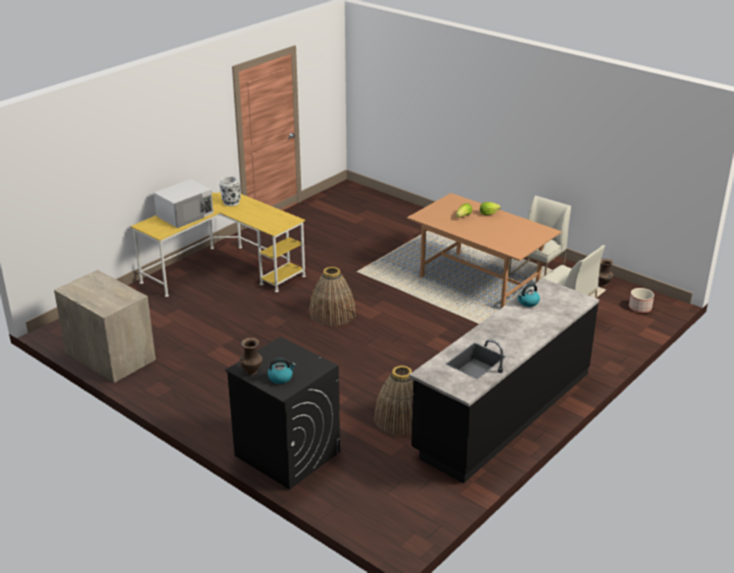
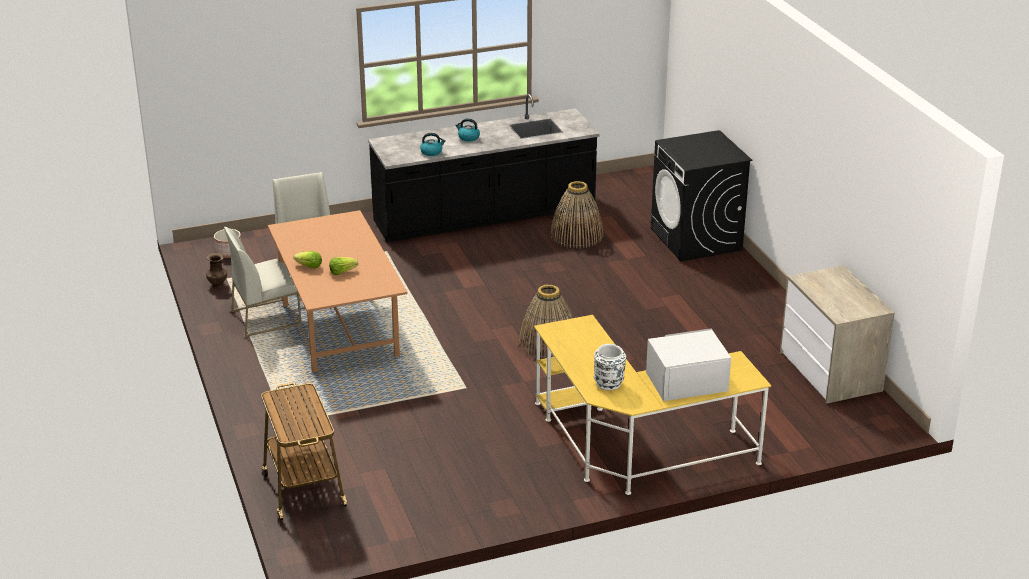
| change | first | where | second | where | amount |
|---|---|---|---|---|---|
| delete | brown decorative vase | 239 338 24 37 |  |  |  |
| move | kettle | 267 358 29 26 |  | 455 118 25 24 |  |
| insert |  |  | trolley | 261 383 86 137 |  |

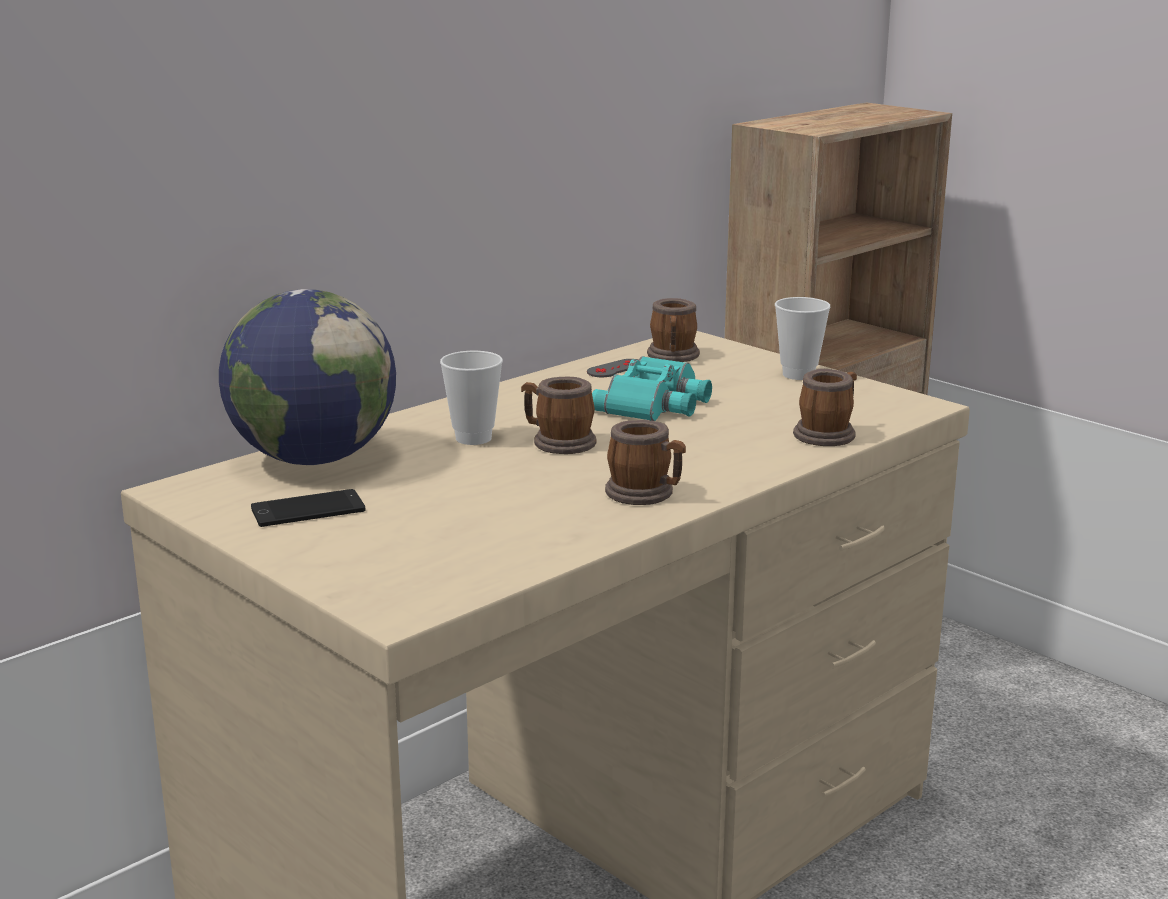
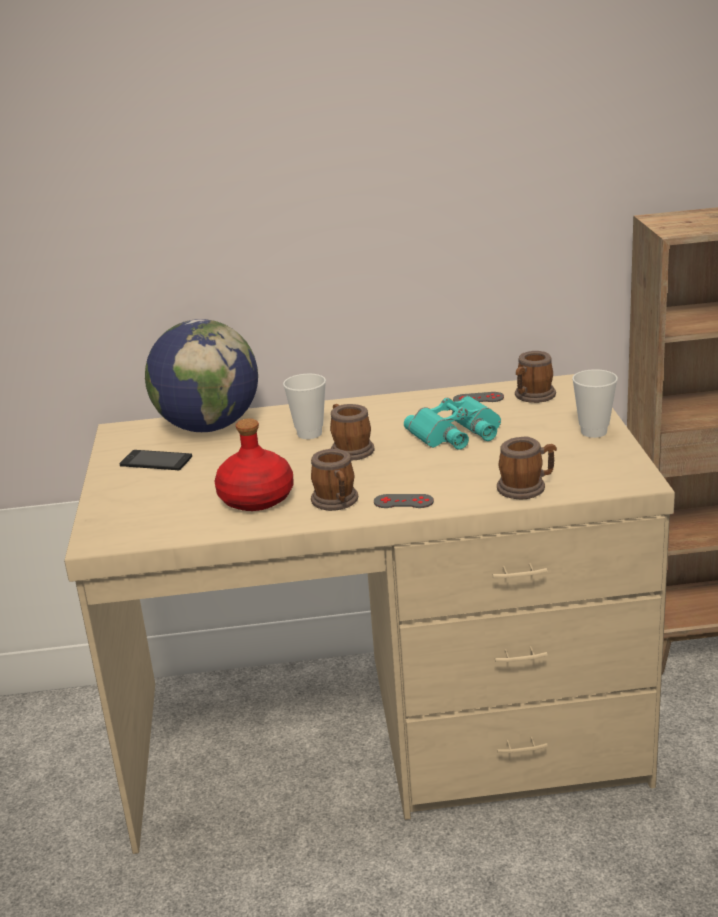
| change | first | where | second | where | amount |
|---|---|---|---|---|---|
| insert |  |  | reddish bottle | 214 419 80 92 |  |
| insert |  |  | grey game controller | 374 494 60 14 |  |

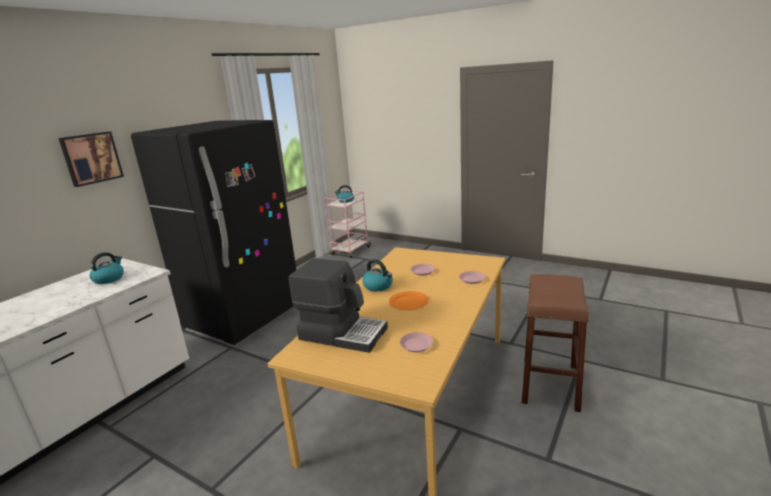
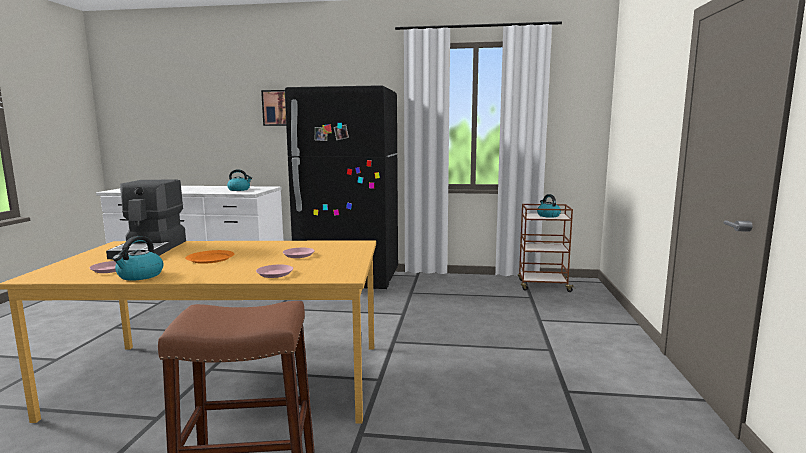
| change | first | where | second | where | amount |
|---|---|---|---|---|---|
| recolor | pinkish trolley | 325 190 46 68 | brown trolley | 518 204 57 88 |  |
| move | kettle | 362 259 31 33 |  | 113 236 50 45 |  |

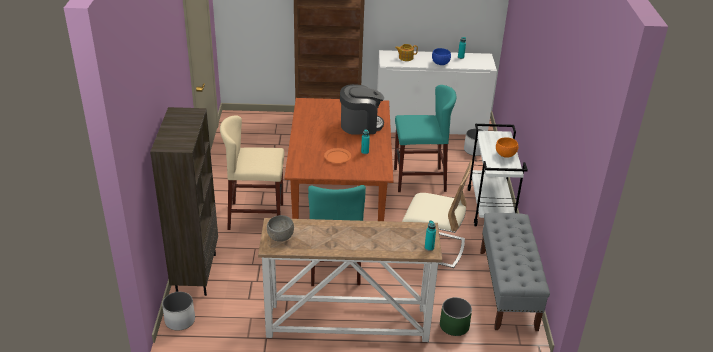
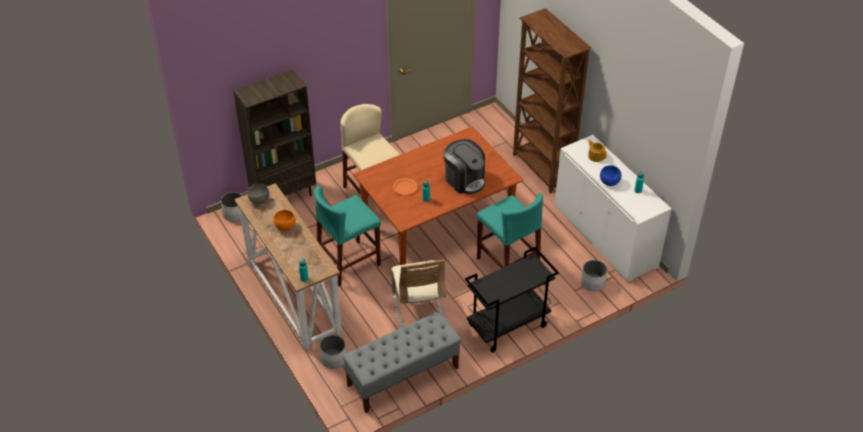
| change | first | where | second | where | amount |
|---|---|---|---|---|---|
| recolor | white-coloured trolley | 468 124 60 102 | black trolley | 465 247 94 105 |  |
| move | orange-coloured deep dish | 496 137 22 21 |  | 273 210 23 21 |  |
| recolor | green planter | 440 297 32 39 | white-coloured planter | 319 335 27 34 |  |

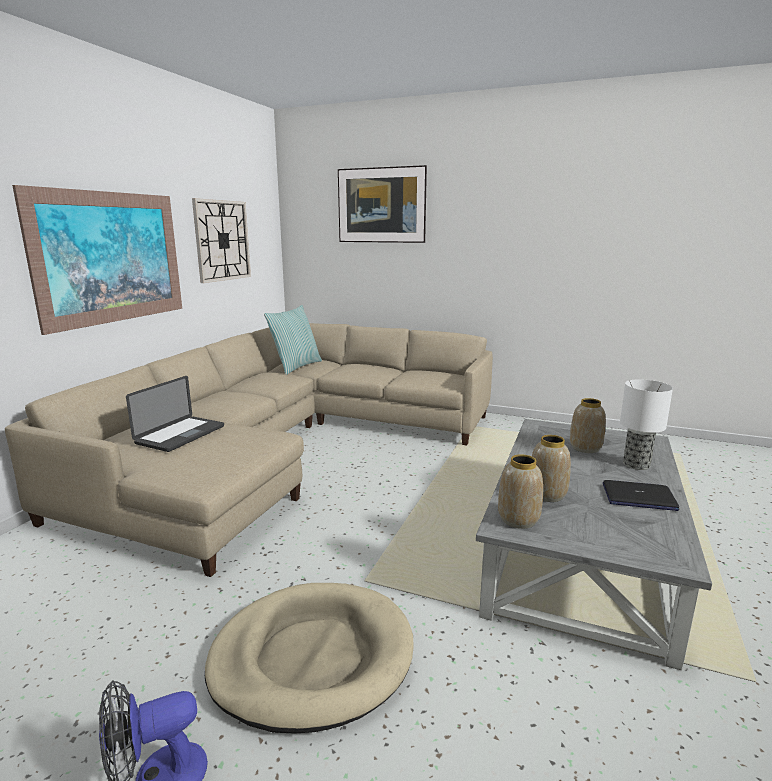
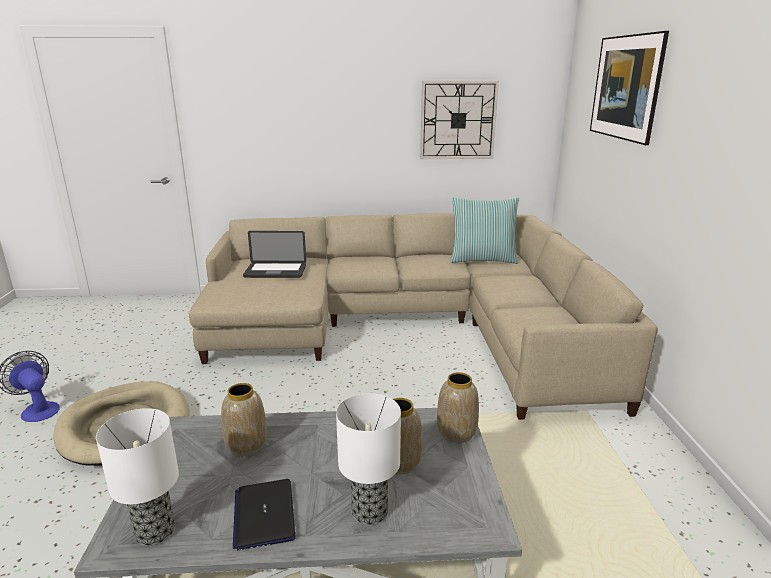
| change | first | where | second | where | amount |
|---|---|---|---|---|---|
| delete | wall art | 12 185 170 150 |  |  |  |
| move | decorative vase | 498 454 45 75 |  | 437 372 42 71 |  |
| insert |  |  | table lamp | 96 408 83 138 |  |

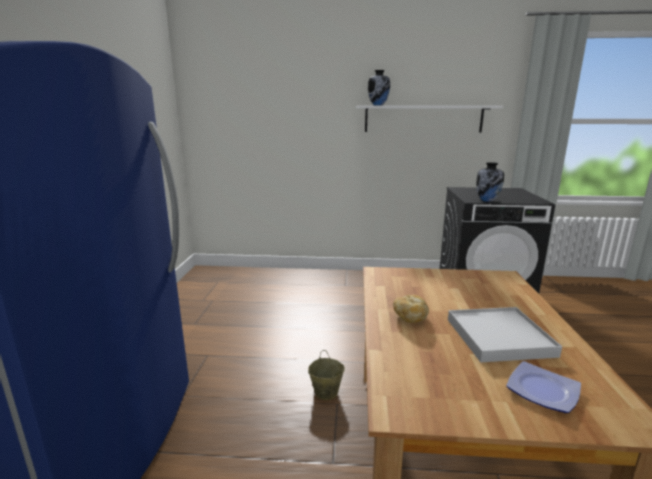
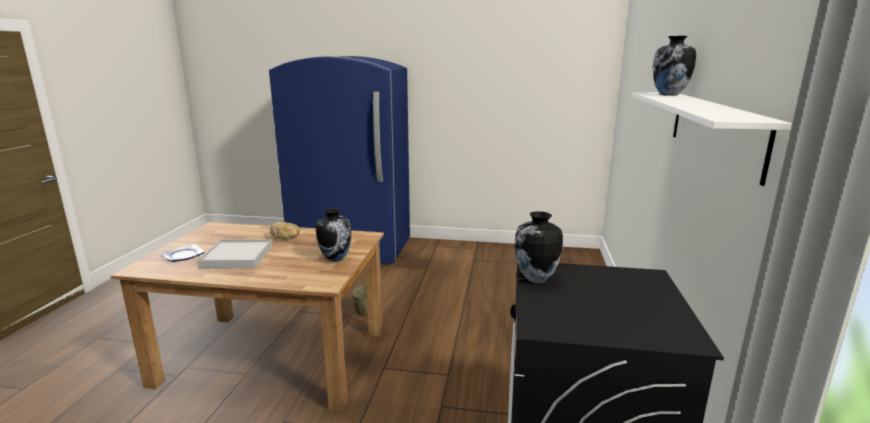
| change | first | where | second | where | amount |
|---|---|---|---|---|---|
| insert |  |  | decorative vase | 316 208 36 54 |  |

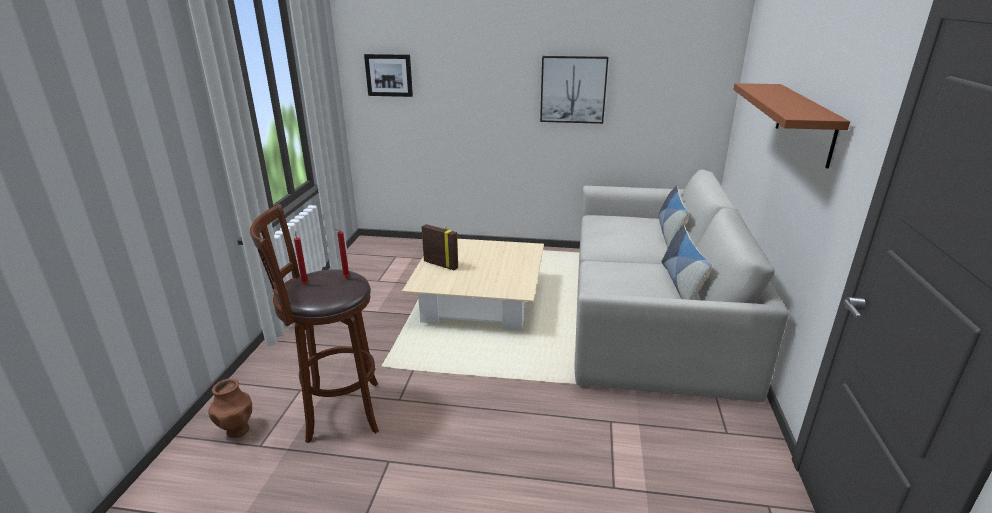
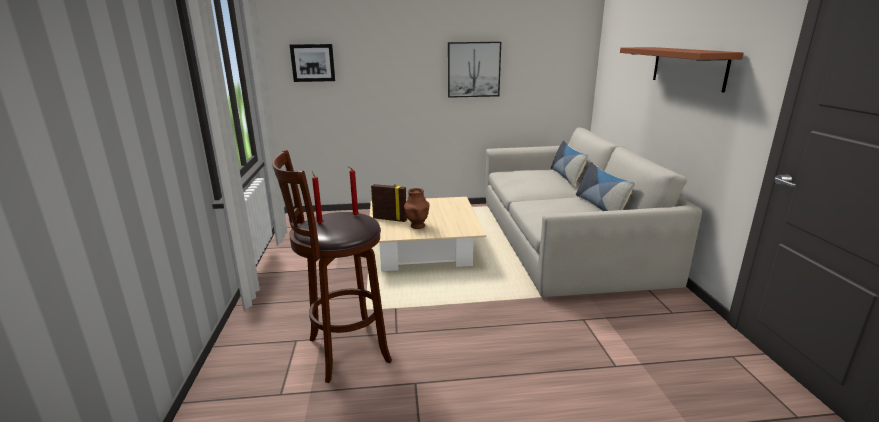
| change | first | where | second | where | amount |
|---|---|---|---|---|---|
| move | brown decorative vase | 208 379 44 59 |  | 404 188 26 41 |  |

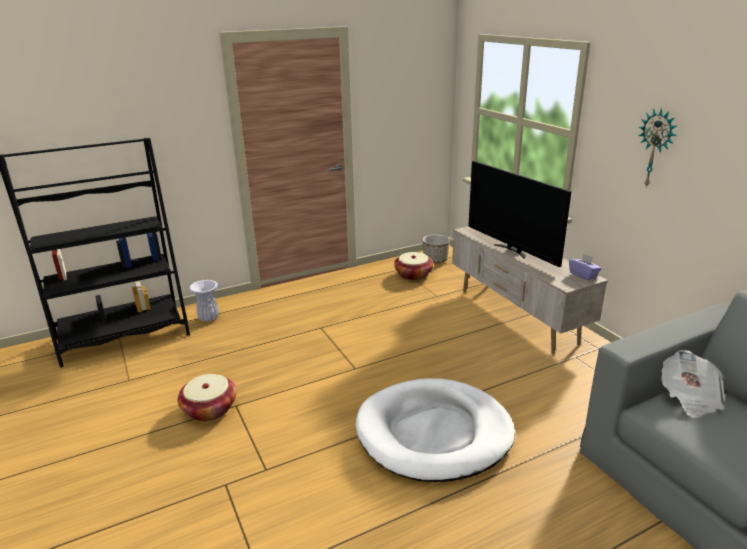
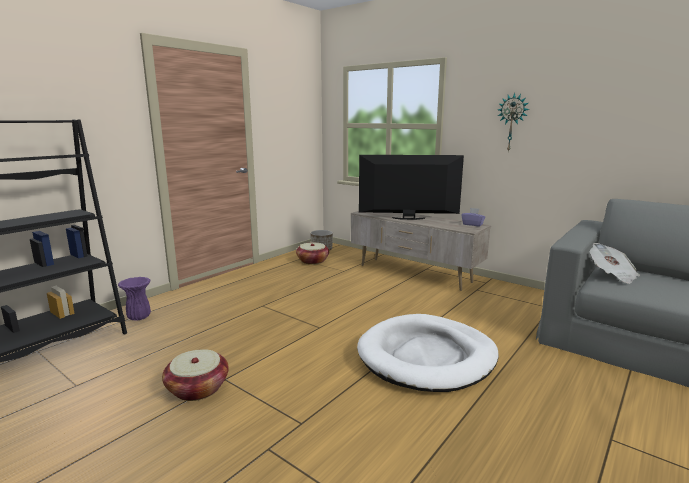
| change | first | where | second | where | amount |
|---|---|---|---|---|---|
| rotate | TV set | 468 161 104 106 |  | 359 155 105 65 | 150 degrees clockwise |
| recolor | white-coloured decorative vase | 189 280 30 42 | purple decorative vase | 118 277 33 43 |  |

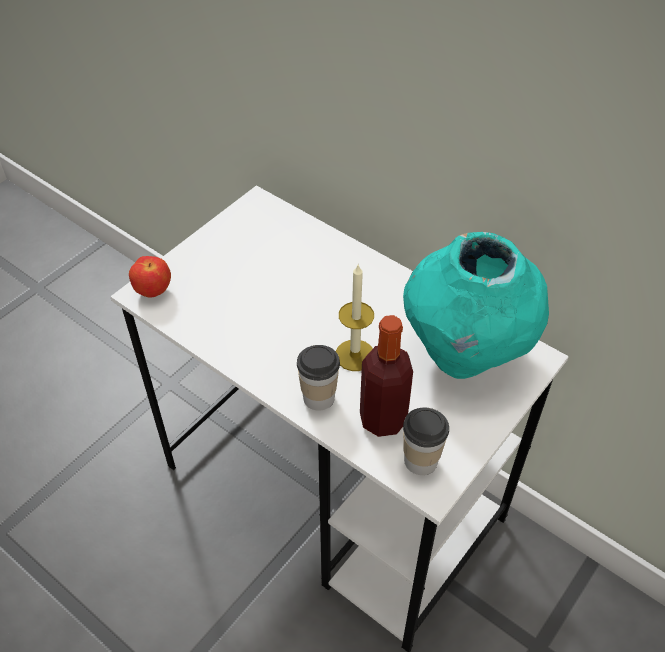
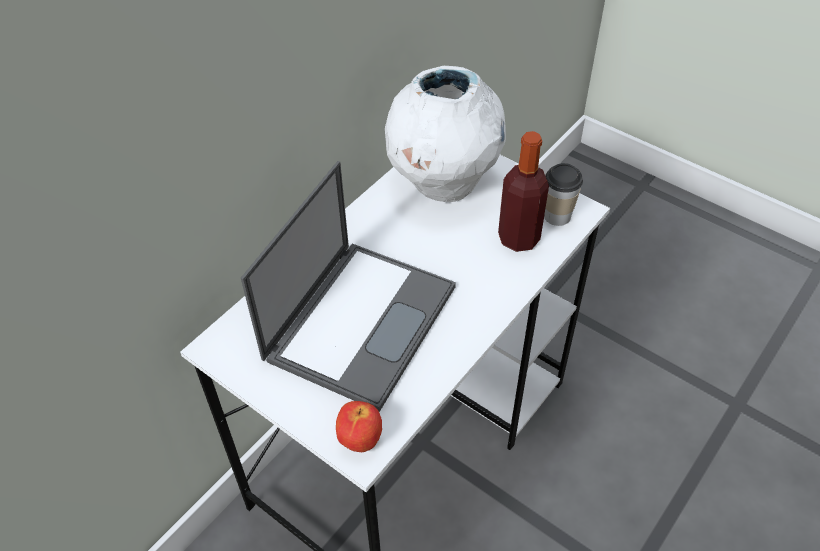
| change | first | where | second | where | amount |
|---|---|---|---|---|---|
| recolor | blue-green decorative vase | 403 232 146 147 | white-coloured decorative vase | 385 66 121 136 |  |
| delete | wax candle | 336 263 38 108 |  |  |  |
| delete | drinking cup | 297 345 43 66 |  |  |  |
| insert |  |  | laptop | 241 161 215 251 |  |

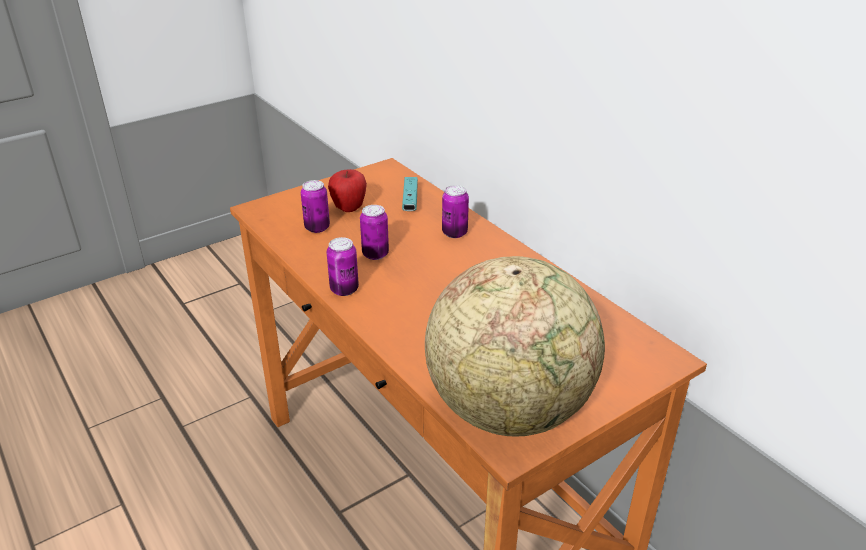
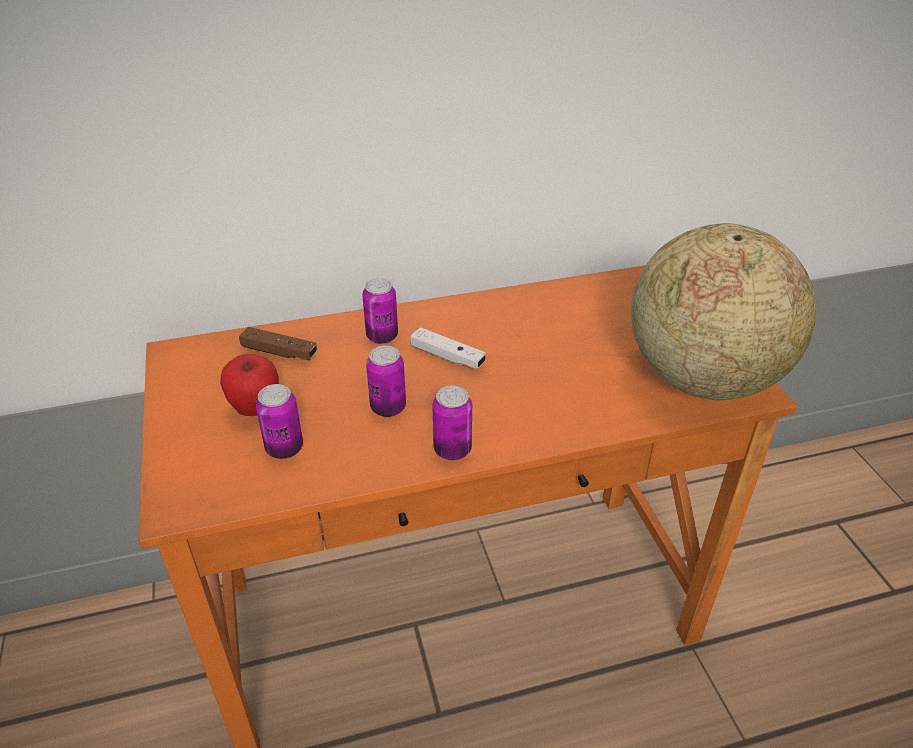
| change | first | where | second | where | amount |
|---|---|---|---|---|---|
| recolor | blue-green game controller | 402 177 16 34 | brown game controller | 239 327 78 33 |  |
| insert |  |  | white-coloured game controller | 410 327 76 42 |  |

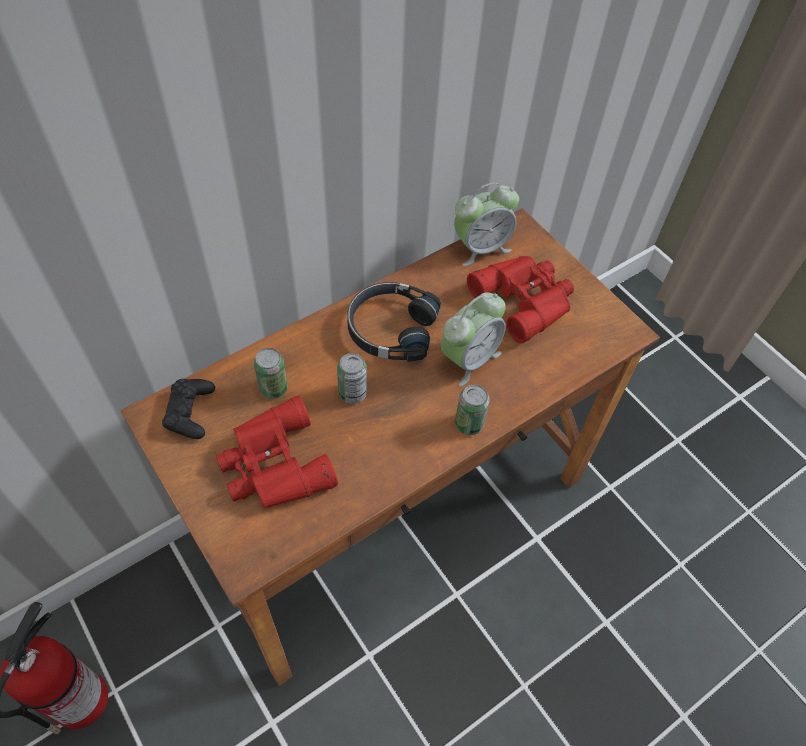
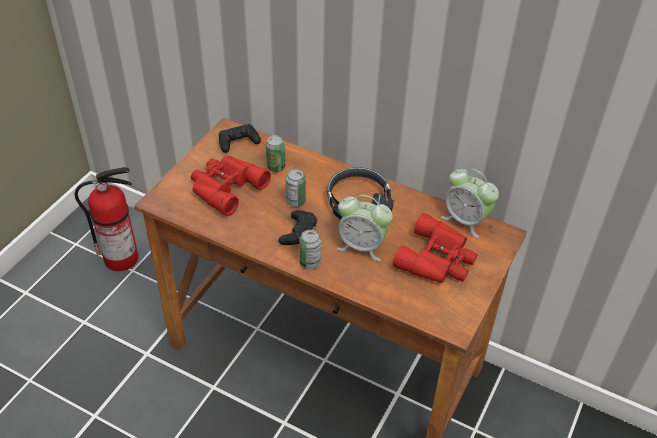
| change | first | where | second | where | amount |
|---|---|---|---|---|---|
| insert |  |  | black game controller | 278 210 39 35 |  |

